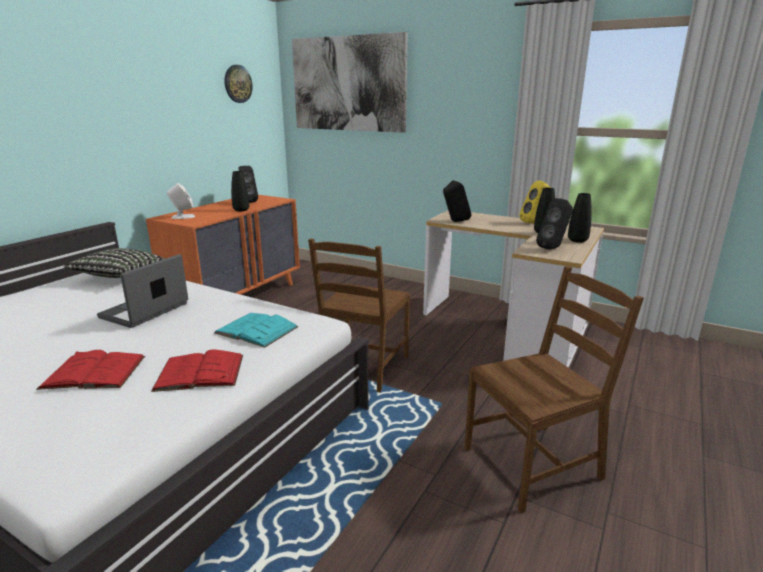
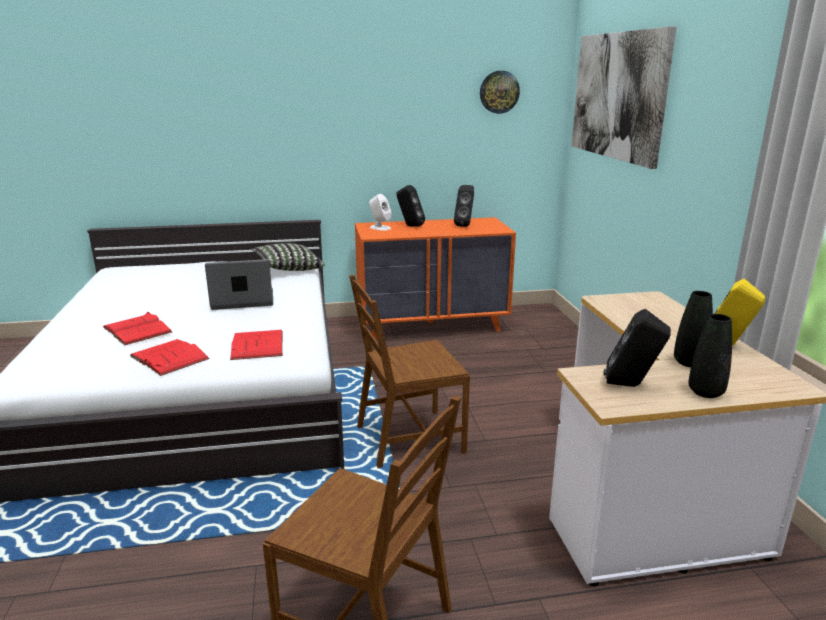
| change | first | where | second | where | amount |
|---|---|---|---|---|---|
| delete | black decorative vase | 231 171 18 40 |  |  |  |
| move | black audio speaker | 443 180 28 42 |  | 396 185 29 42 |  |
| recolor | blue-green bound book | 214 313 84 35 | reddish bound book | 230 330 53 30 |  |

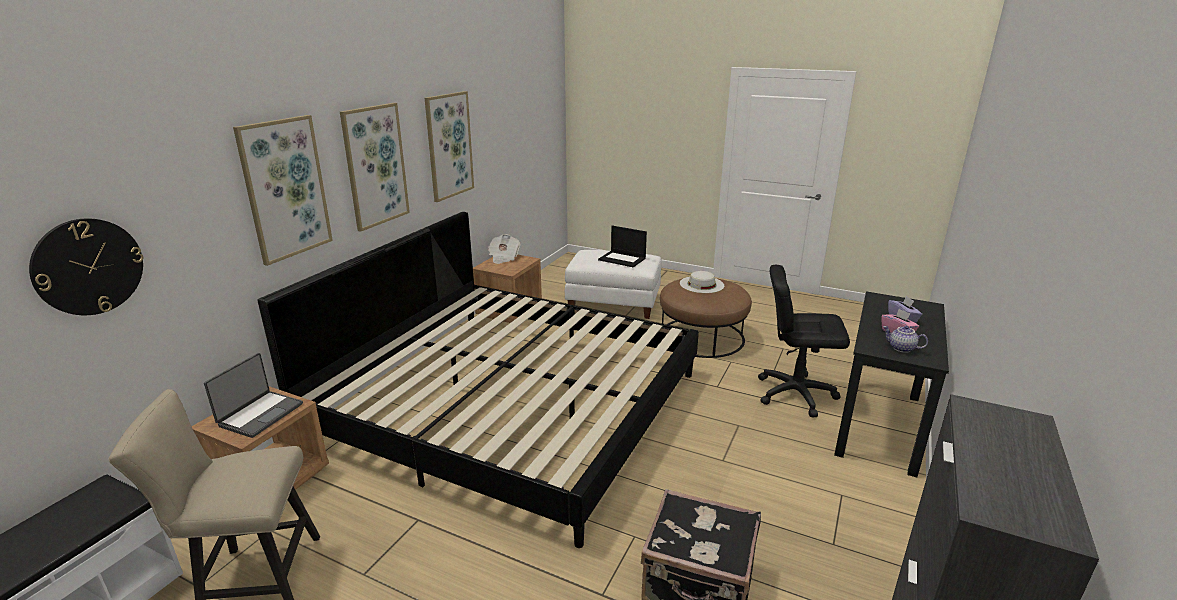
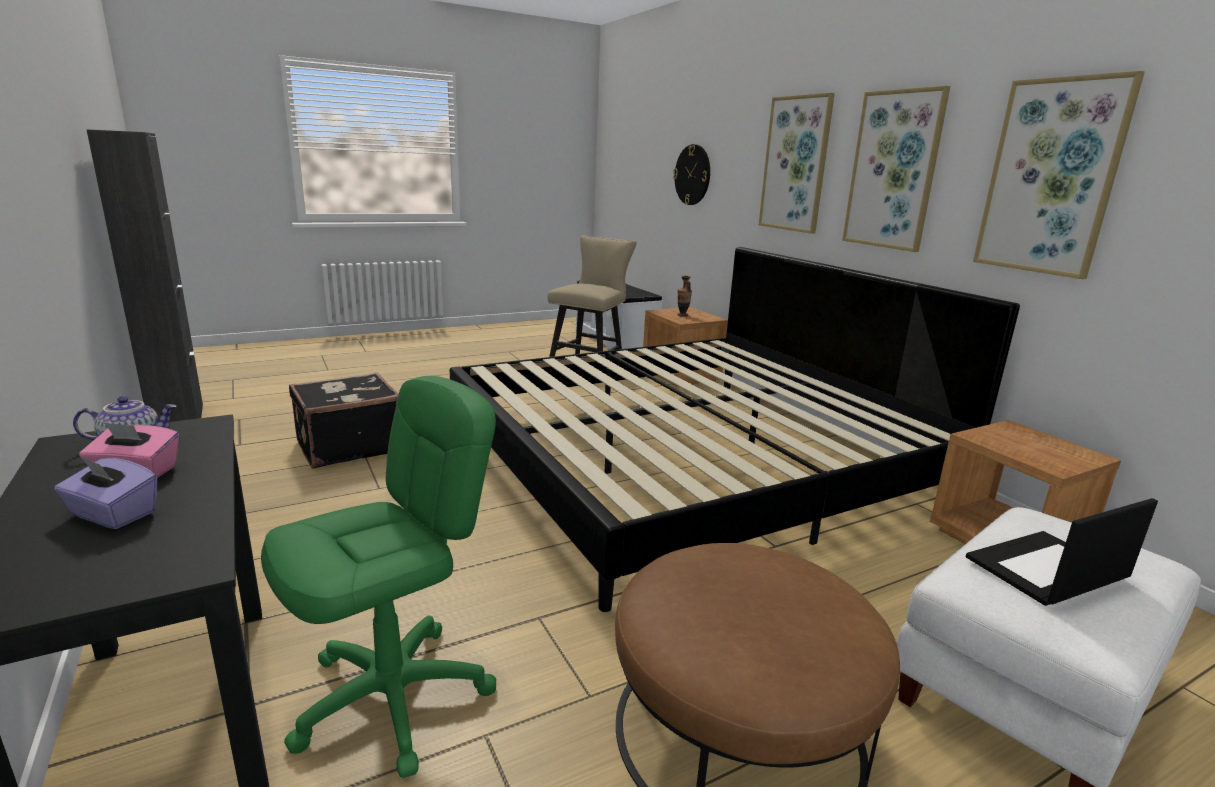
| change | first | where | second | where | amount |
|---|---|---|---|---|---|
| delete | printed paper | 488 234 33 30 |  |  |  |
| recolor | black desk chair | 758 265 92 153 | green desk chair | 261 376 235 402 |  |
| delete | white-coloured clothing hat | 680 271 44 22 |  |  |  |
| replace | laptop | 204 353 99 85 | decorative vase | 677 276 15 41 |  |

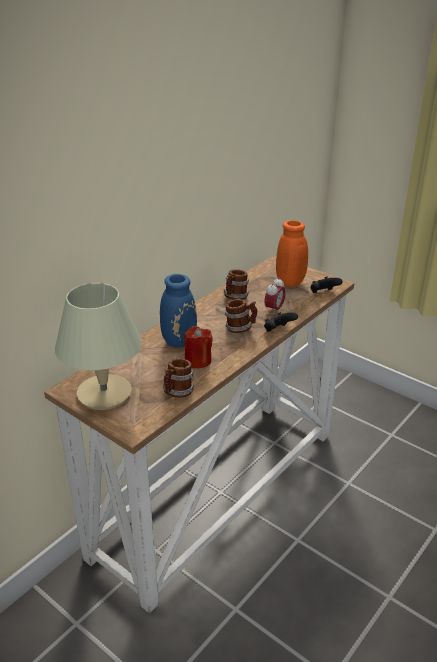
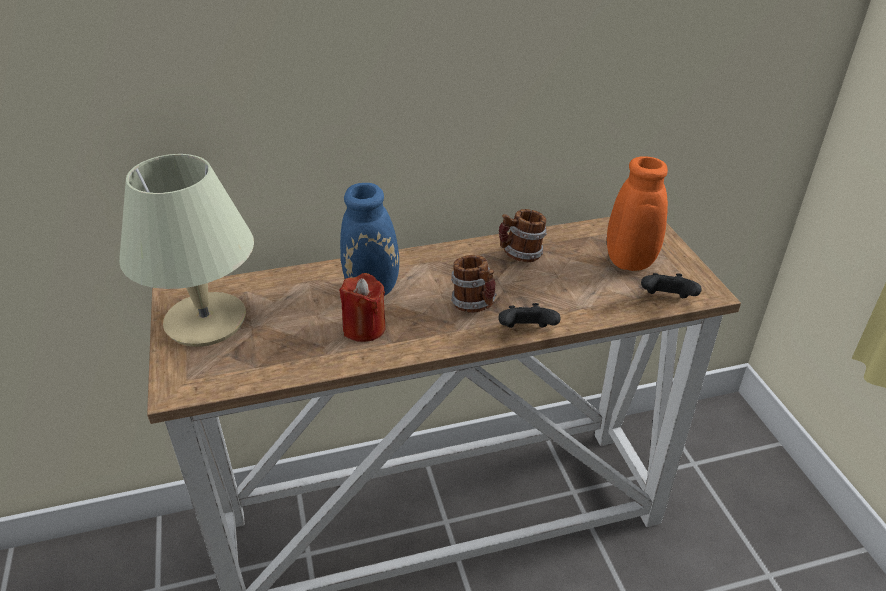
| change | first | where | second | where | amount |
|---|---|---|---|---|---|
| delete | table clock | 265 277 20 38 |  |  |  |
| delete | coffee mug | 163 358 31 40 |  |  |  |

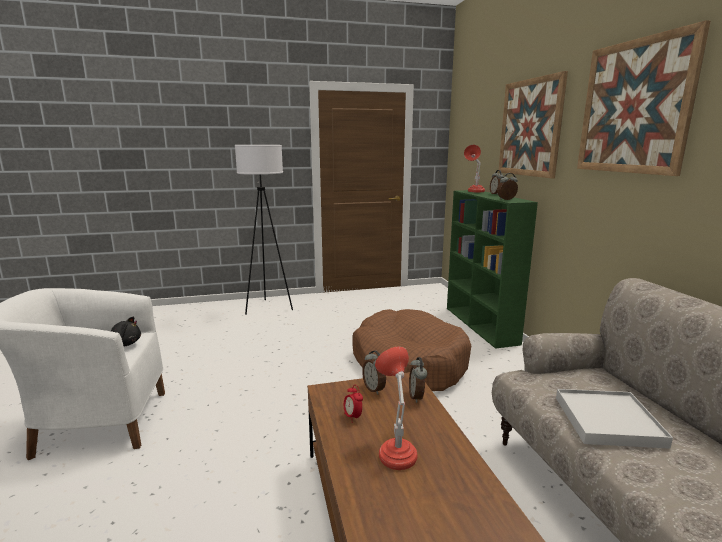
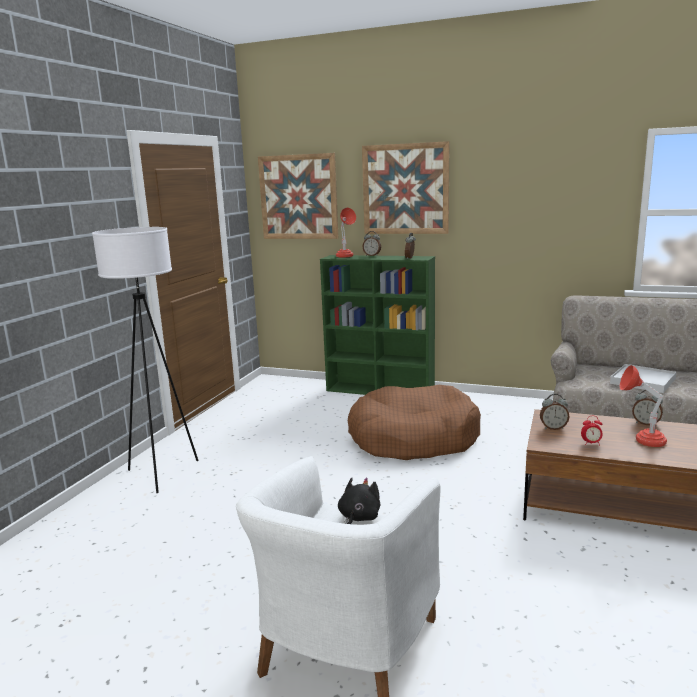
| change | first | where | second | where | amount |
|---|---|---|---|---|---|
| move | wall art | 577 20 134 156 |  | 258 153 81 86 |  |
| move | table clock | 409 357 18 46 |  | 632 390 31 35 |  |

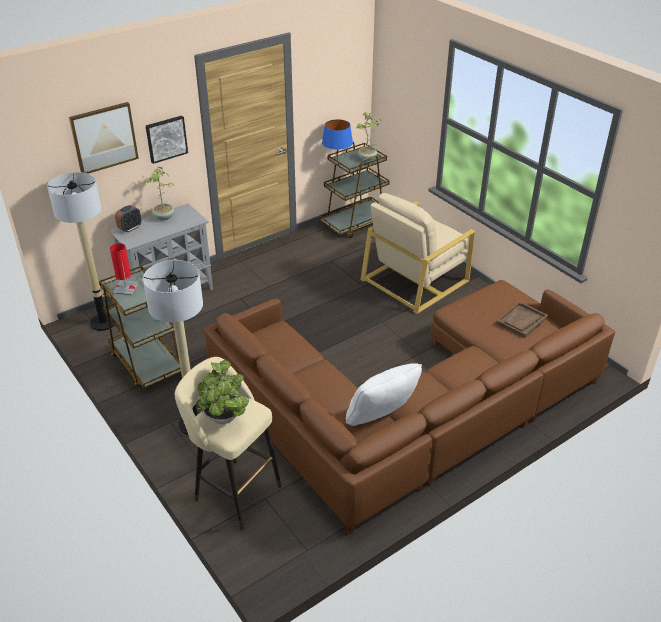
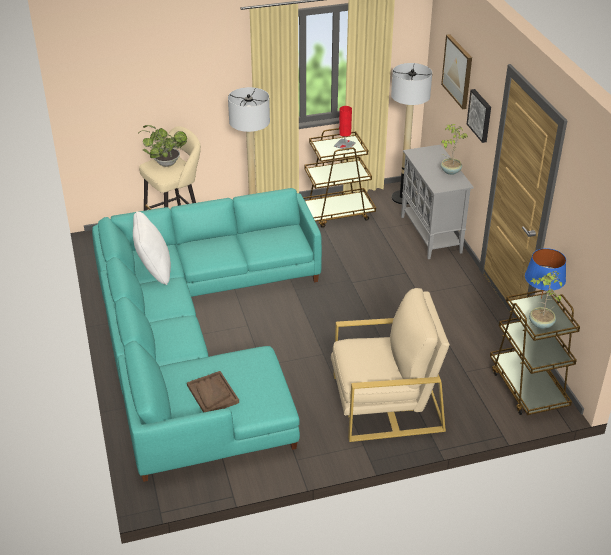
| change | first | where | second | where | amount |
|---|---|---|---|---|---|
| rotate | beige-coloured lounge chair | 360 193 116 121 |  | 331 288 119 154 | 105 degrees clockwise |
| delete | table clock | 115 205 27 28 |  |  |  |
| recolor | brown couch | 204 280 411 255 | blue-green couch | 92 188 230 294 |  |

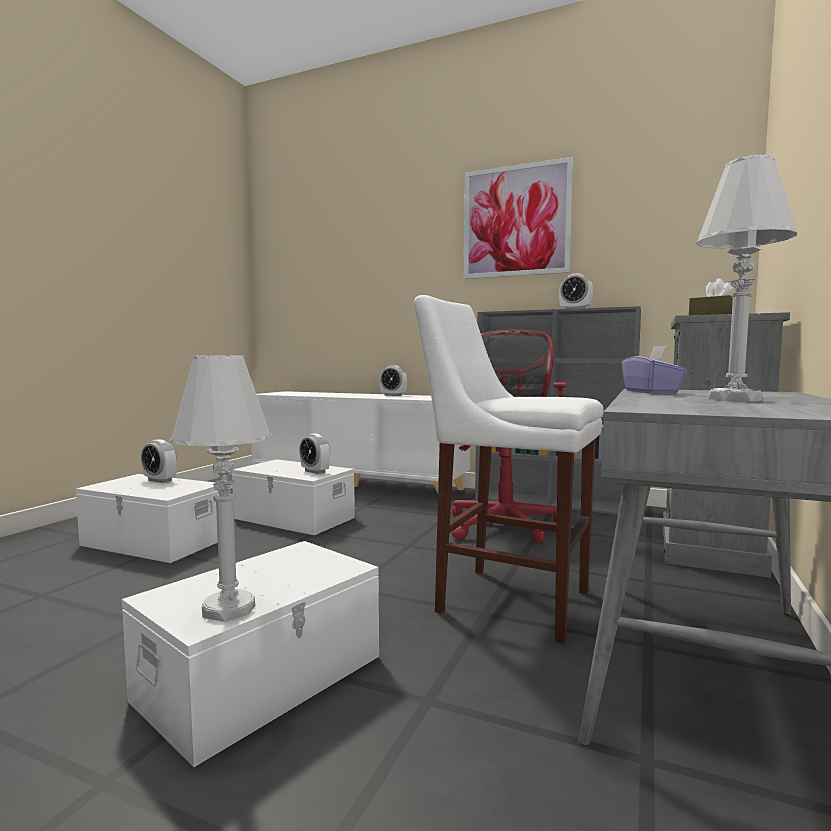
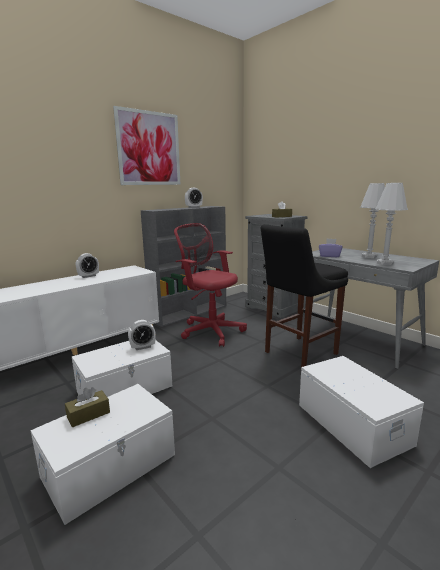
| change | first | where | second | where | amount |
|---|---|---|---|---|---|
| recolor | white-coloured sitting stool | 414 295 189 348 | black sitting stool | 261 224 87 143 |  |
| move | white-coloured table lamp | 169 355 103 267 |  | 375 183 33 82 |  |
| replace | table clock | 141 439 36 44 | brown box of tissues | 65 387 45 40 |  |

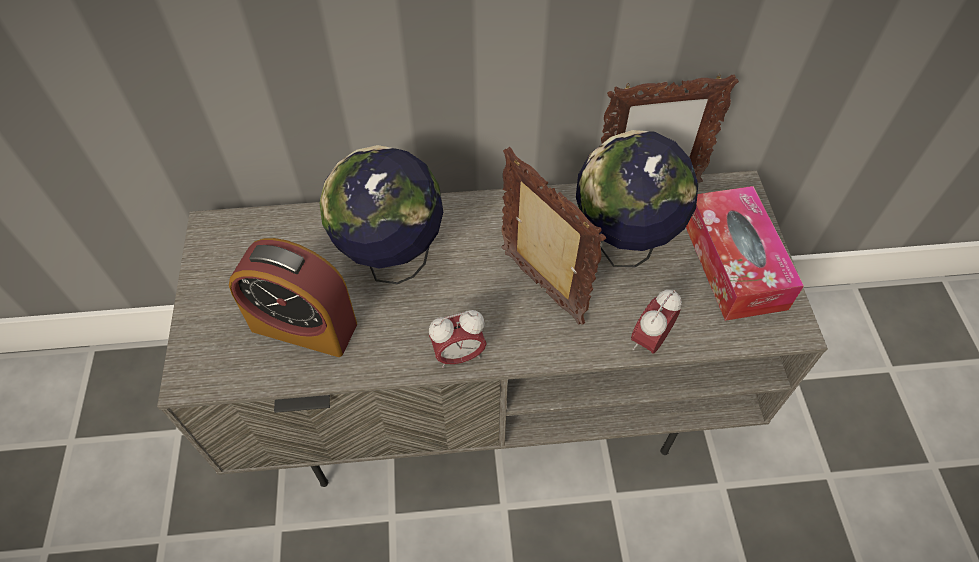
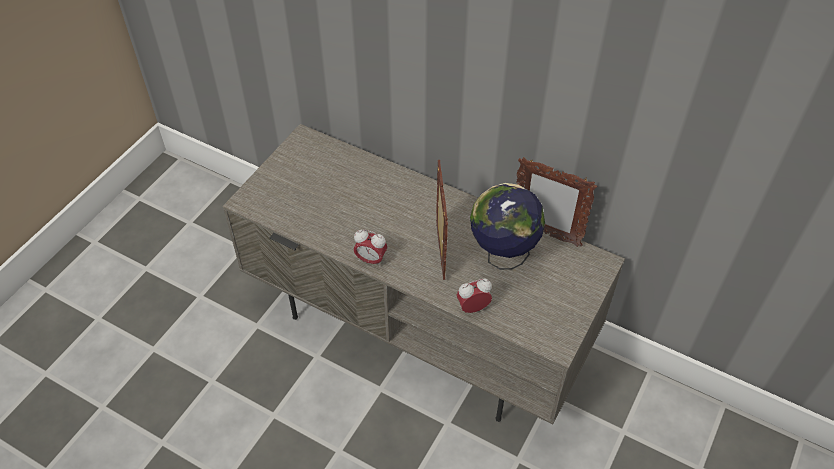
| change | first | where | second | where | amount |
|---|---|---|---|---|---|
| delete | desk globe | 319 145 124 139 |  |  |  |
| delete | box of tissues | 686 186 118 135 |  |  |  |
| delete | table clock | 229 238 128 119 |  |  |  |

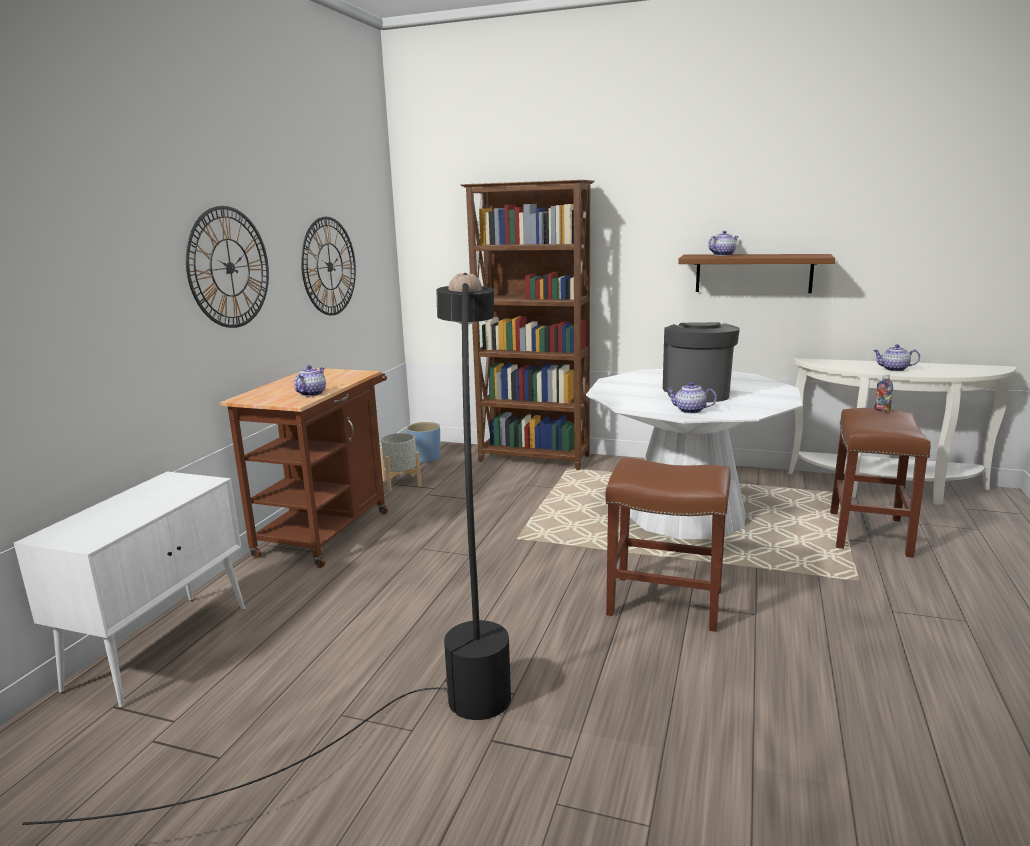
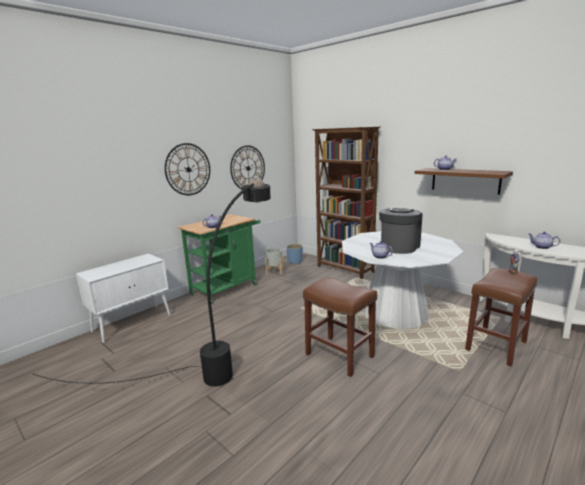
| change | first | where | second | where | amount |
|---|---|---|---|---|---|
| recolor | brown trolley | 220 368 168 200 | green trolley | 177 214 84 90 |  |

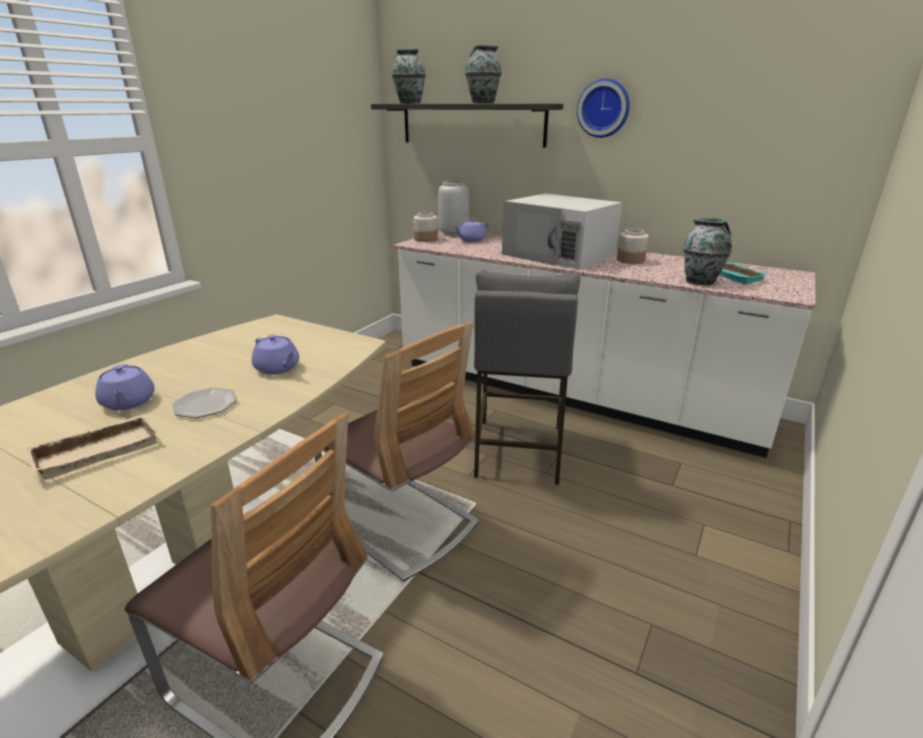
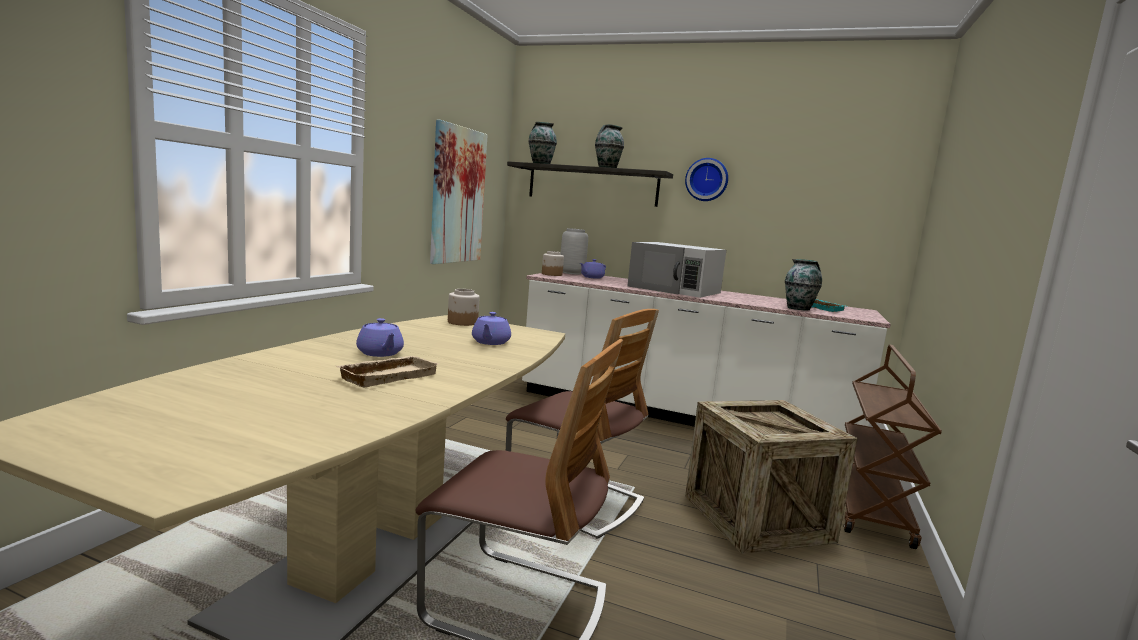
| change | first | where | second | where | amount |
|---|---|---|---|---|---|
| move | storage jar | 617 229 32 35 |  | 448 289 32 37 |  |
| delete | grey sitting stool | 474 272 106 213 |  |  |  |
| rotate | purple teapot | 252 334 47 41 |  | 472 312 39 33 | 60 degrees clockwise |
| delete | dinner plate | 172 387 65 31 |  |  |  |
| insert |  |  | wall art | 430 120 57 144 |  |
| insert |  |  | brown trolley | 844 344 98 205 |  |
| insert |  |  | crate | 685 400 173 154 |  |

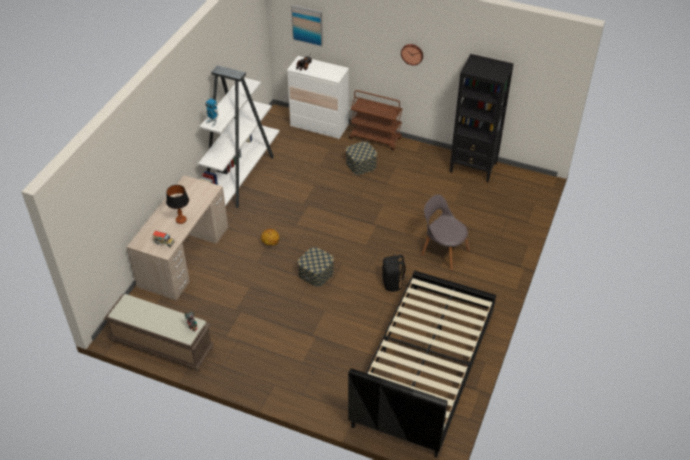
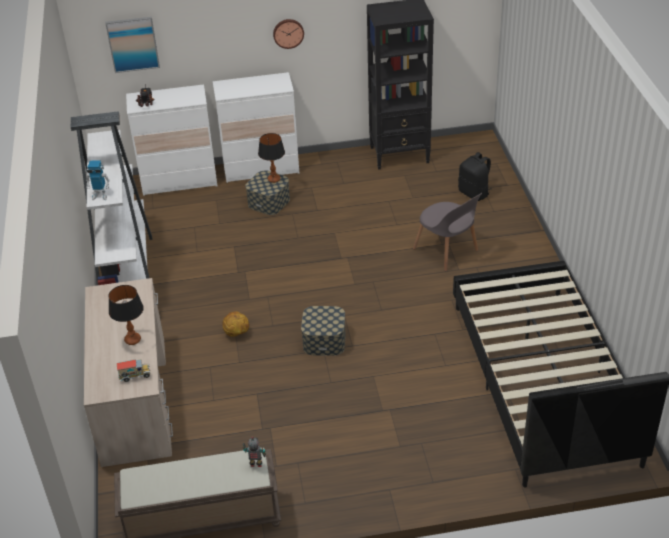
| change | first | where | second | where | amount |
|---|---|---|---|---|---|
| replace | brown trolley | 349 90 53 60 | white-coloured chest of drawers | 213 72 86 111 |  |
| rotate | grey plain chair | 421 194 49 77 |  | 413 193 69 78 | 135 degrees counterclockwise |
| move | black backpack | 382 255 26 37 |  | 458 152 34 49 |  |
| insert |  |  | table lamp | 258 133 27 50 |  |

